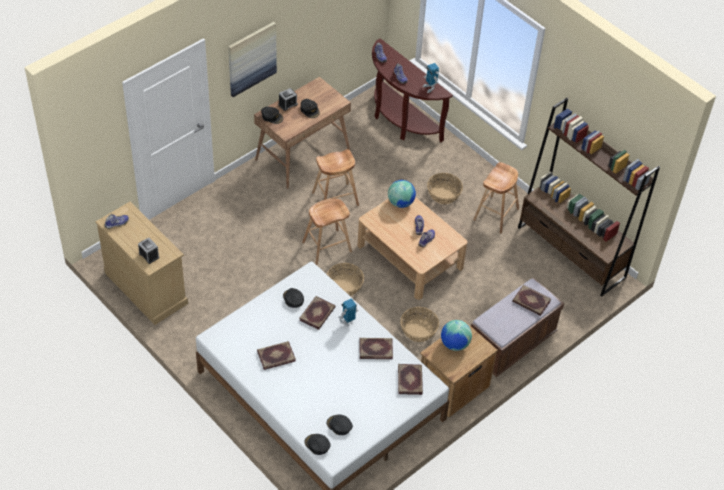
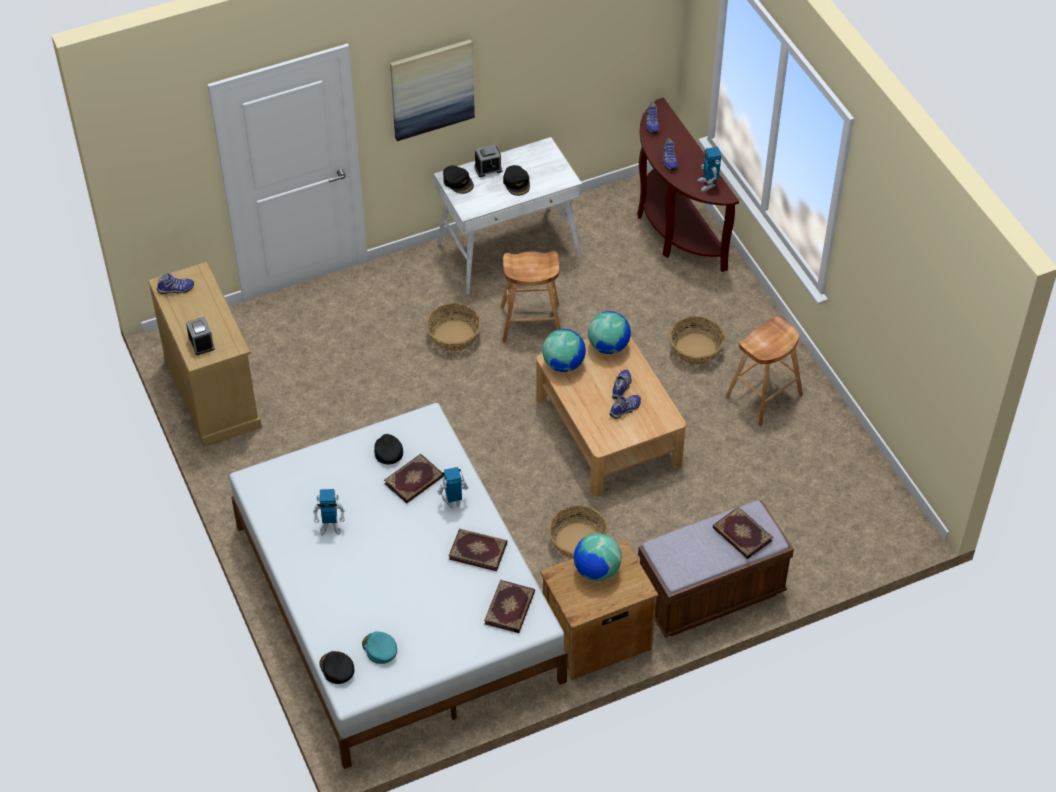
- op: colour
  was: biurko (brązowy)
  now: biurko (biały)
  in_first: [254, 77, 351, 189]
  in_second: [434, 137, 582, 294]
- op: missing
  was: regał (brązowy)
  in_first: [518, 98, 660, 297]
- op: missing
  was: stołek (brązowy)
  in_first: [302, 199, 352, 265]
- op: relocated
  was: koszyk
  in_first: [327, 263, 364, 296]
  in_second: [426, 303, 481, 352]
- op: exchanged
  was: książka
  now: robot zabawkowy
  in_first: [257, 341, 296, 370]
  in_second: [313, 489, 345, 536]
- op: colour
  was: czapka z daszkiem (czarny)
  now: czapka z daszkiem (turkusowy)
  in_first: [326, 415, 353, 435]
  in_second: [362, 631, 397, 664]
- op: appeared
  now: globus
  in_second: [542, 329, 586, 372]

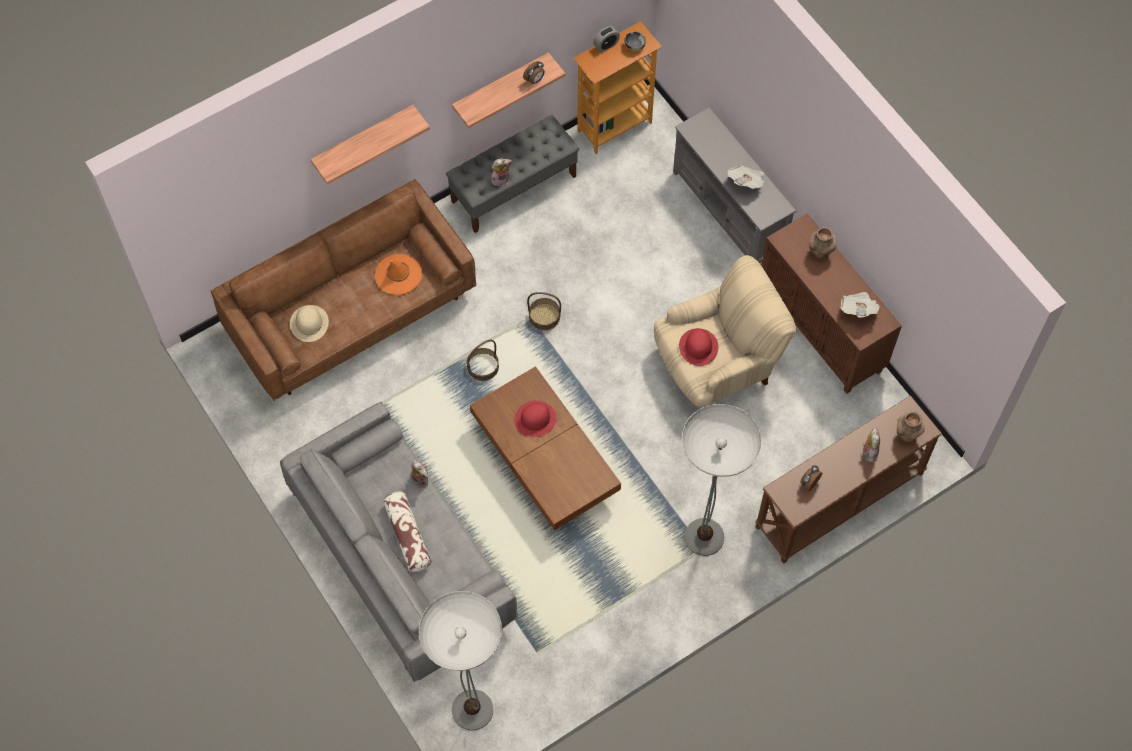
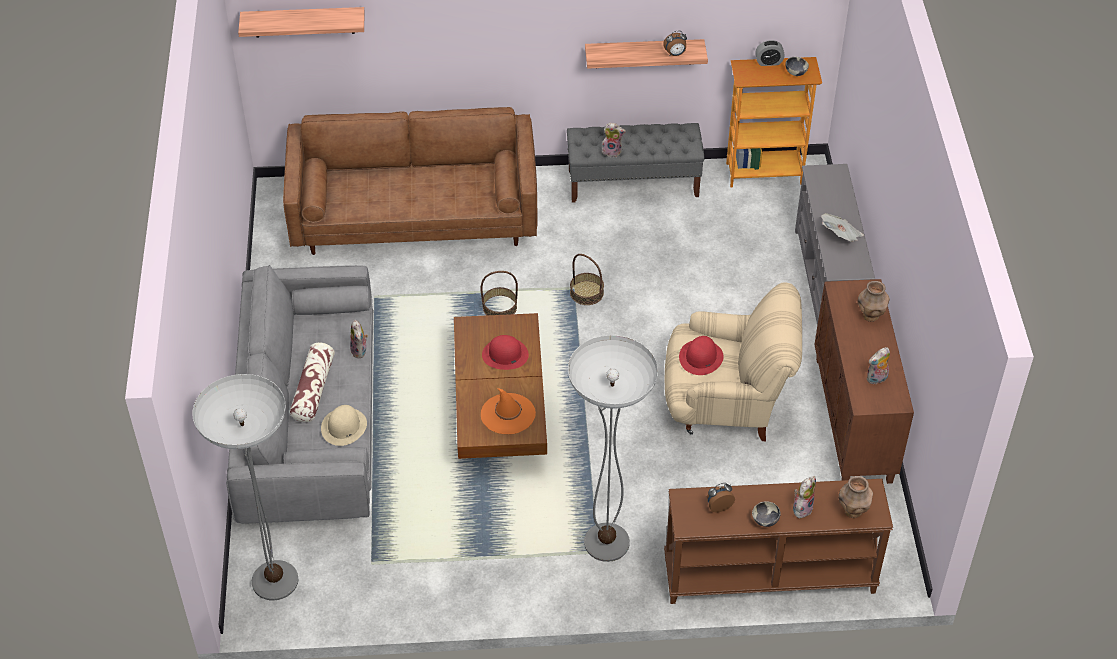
- op: relocated
  was: półka
  in_first: [311, 105, 430, 185]
  in_second: [238, 7, 365, 37]
- op: relocated
  was: kapelusz (pomarańczowy)
  in_first: [375, 254, 422, 295]
  in_second: [481, 388, 536, 434]
- op: exchanged
  was: gazeta
  now: pluszak
  in_first: [840, 292, 880, 318]
  in_second: [867, 347, 890, 384]
- op: relocated
  was: kapelusz (beżowy)
  in_first: [290, 305, 329, 342]
  in_second: [321, 405, 367, 446]
- op: appeared
  now: miska
  in_second: [752, 501, 781, 527]

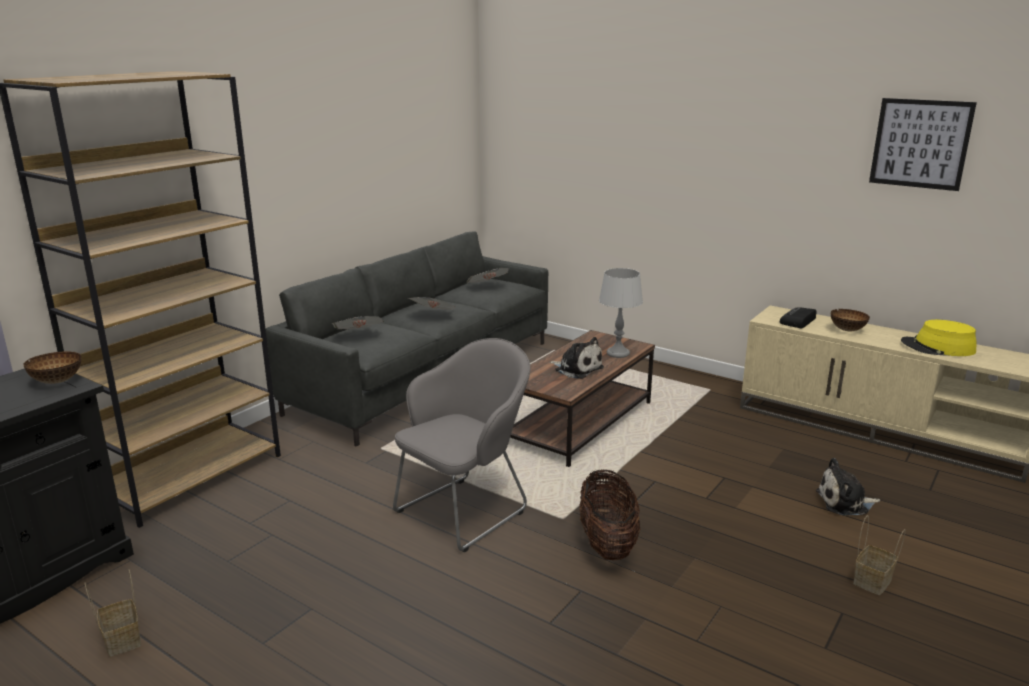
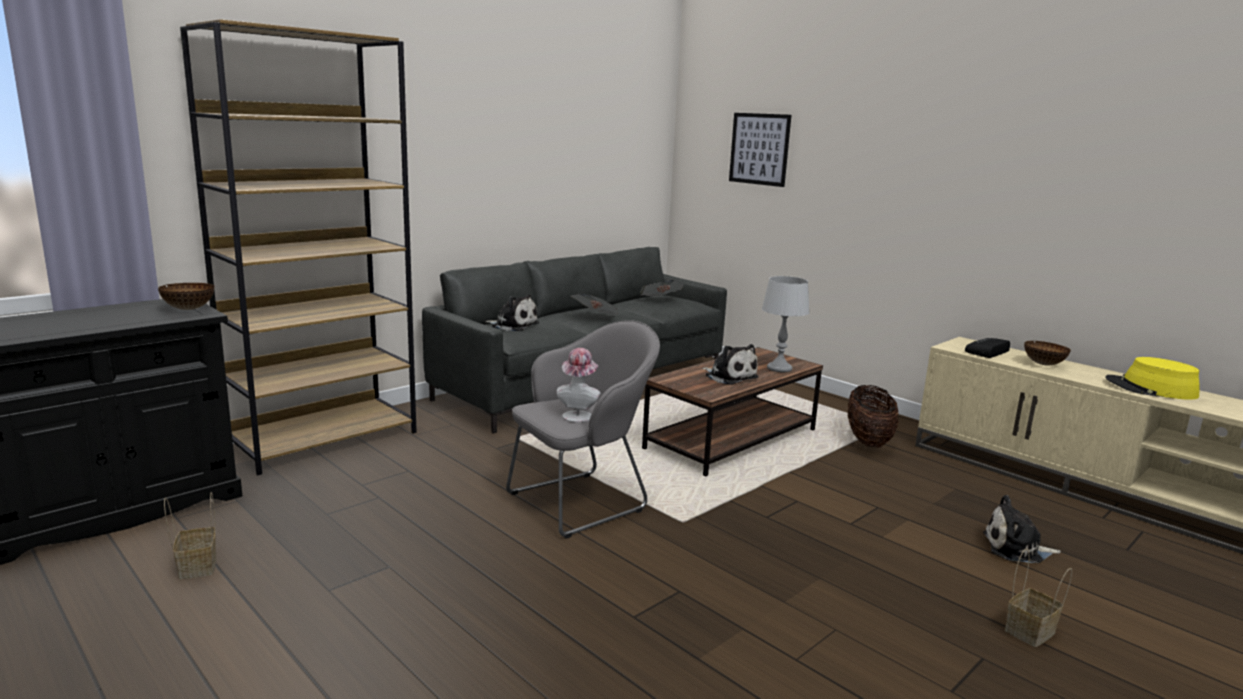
- op: relocated
  was: obraz
  in_first: [869, 98, 977, 191]
  in_second: [729, 113, 791, 187]
- op: exchanged
  was: gazeta
  now: pluszak
  in_first: [332, 316, 384, 329]
  in_second: [485, 294, 539, 331]
- op: relocated
  was: koszyk
  in_first: [580, 469, 640, 560]
  in_second: [848, 385, 899, 448]
- op: appeared
  now: kapelusz
  in_second: [556, 348, 601, 423]

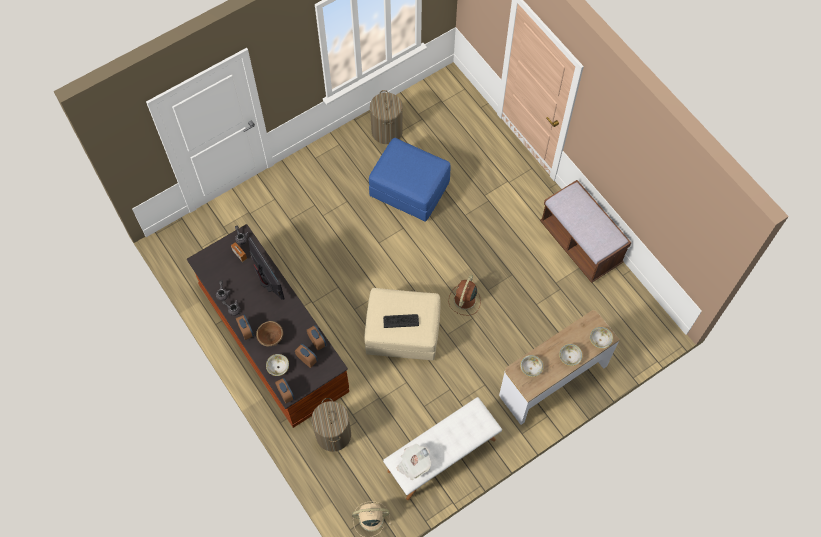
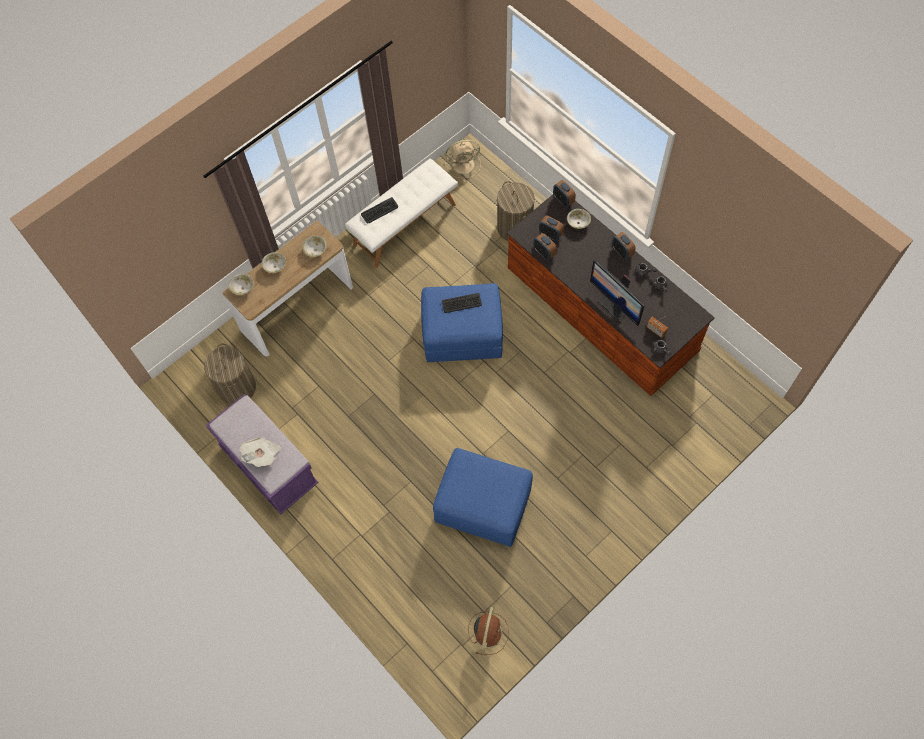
- op: relocated
  was: kosz na pranie
  in_first: [370, 90, 403, 144]
  in_second: [204, 344, 256, 405]
- op: colour
  was: ławka (brązowy)
  now: ławka (fioletowy)
  in_first: [540, 180, 631, 283]
  in_second: [206, 394, 319, 515]
- op: relocated
  was: wentylator (brązowy)
  in_first: [449, 274, 481, 315]
  in_second: [468, 607, 509, 655]
- op: colour
  was: pufa (beżowy)
  now: pufa (niebieski)
  in_first: [364, 288, 440, 361]
  in_second: [421, 283, 503, 362]
- op: missing
  was: miska (brązowy)
  in_first: [256, 321, 283, 346]
- op: relocated
  was: gazeta
  in_first: [397, 444, 431, 480]
  in_second: [240, 437, 281, 467]
- op: appeared
  now: klawiatura
  in_second: [361, 197, 398, 223]

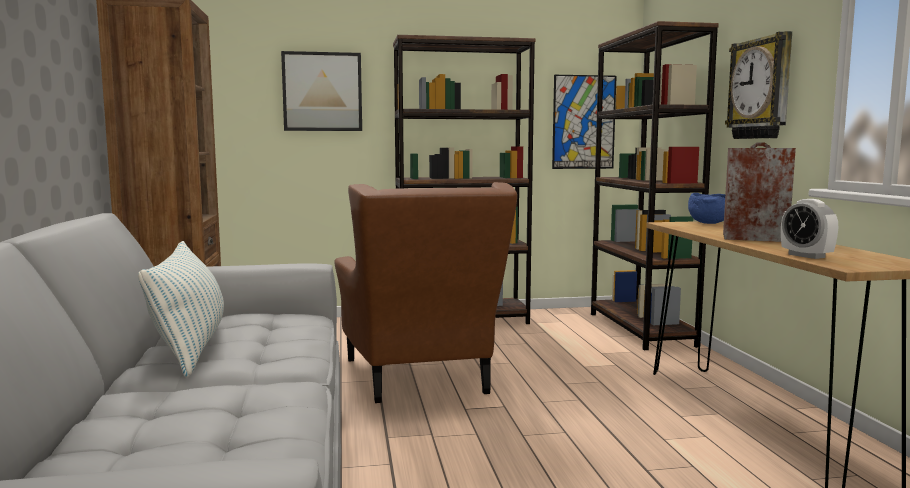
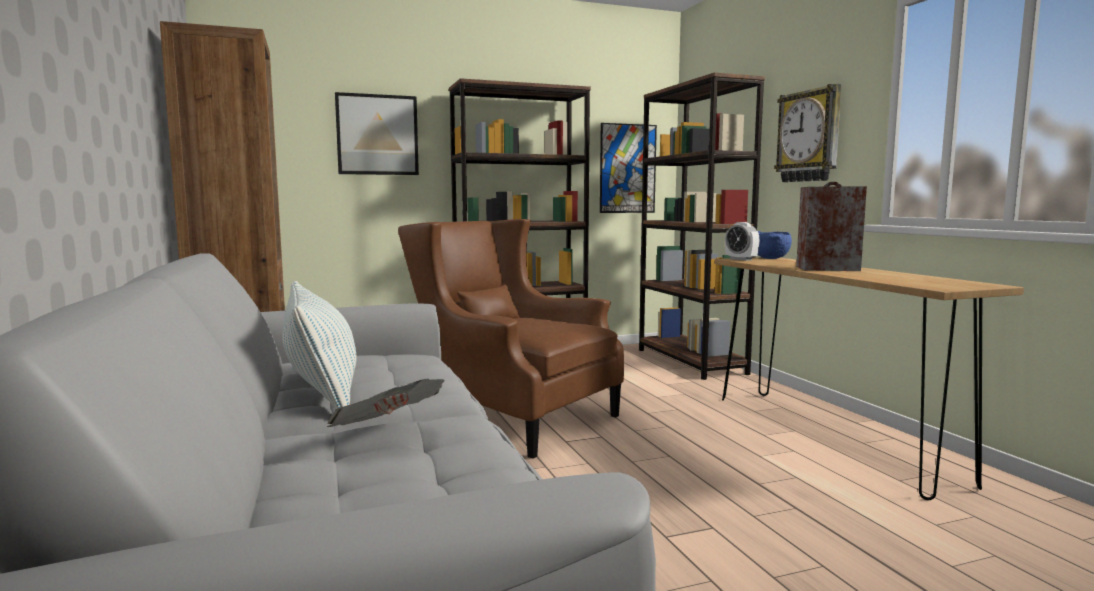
- op: spun
  was: fotel (brązowy)
  in_first: [334, 182, 517, 403]
  in_second: [398, 219, 624, 459]
  clockwise: 150
- op: relocated
  was: budzik
  in_first: [781, 199, 838, 259]
  in_second: [725, 222, 759, 261]
- op: appeared
  now: gazeta
  in_second: [327, 379, 445, 427]

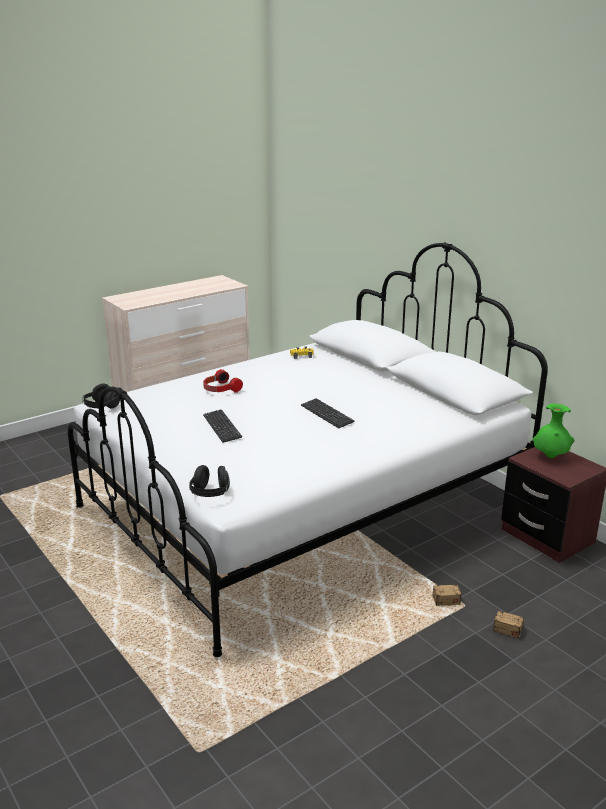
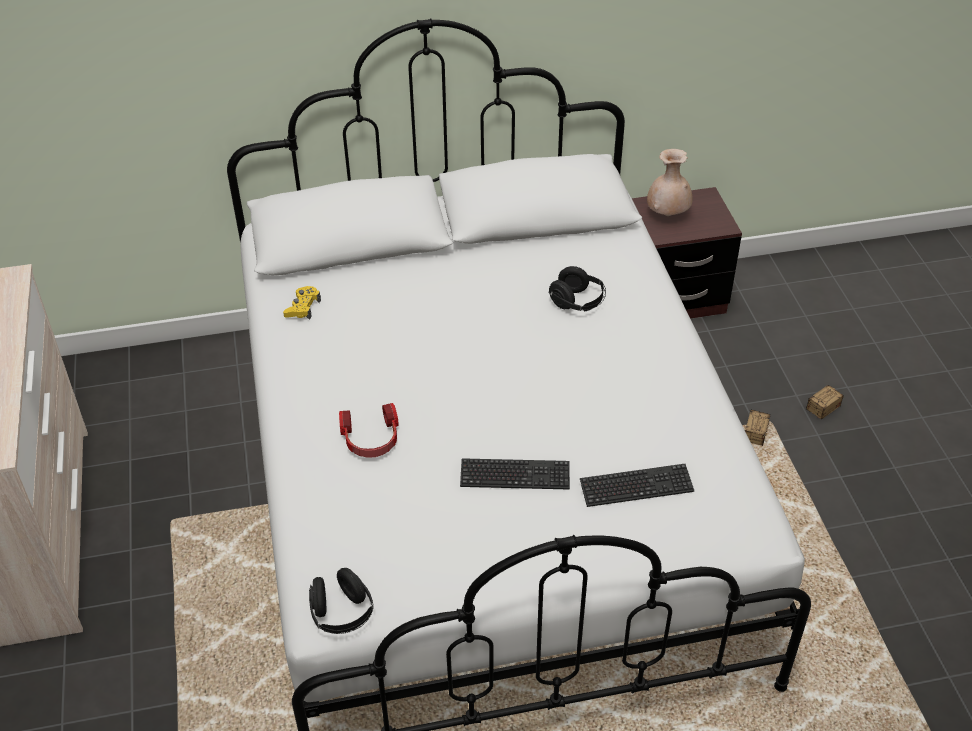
- op: relocated
  was: klawiatura
  in_first: [301, 398, 355, 428]
  in_second: [580, 464, 694, 507]
- op: colour
  was: wazon (zielony)
  now: wazon (beżowy)
  in_first: [533, 404, 575, 458]
  in_second: [647, 149, 693, 216]
- op: relocated
  was: słuchawki (czarny)
  in_first: [189, 465, 230, 497]
  in_second: [548, 266, 606, 311]

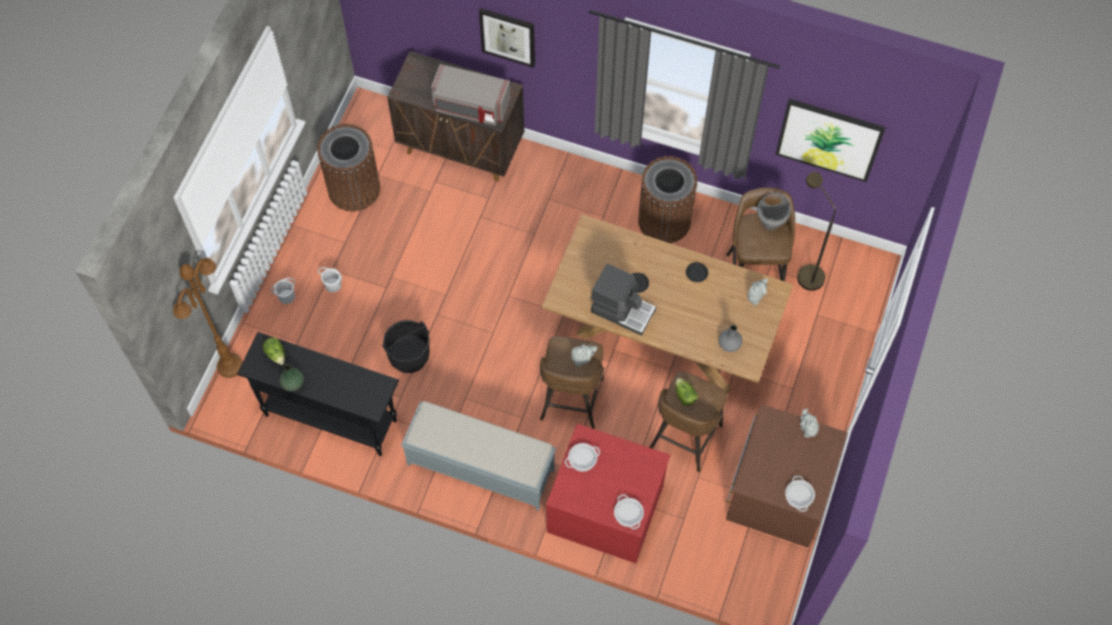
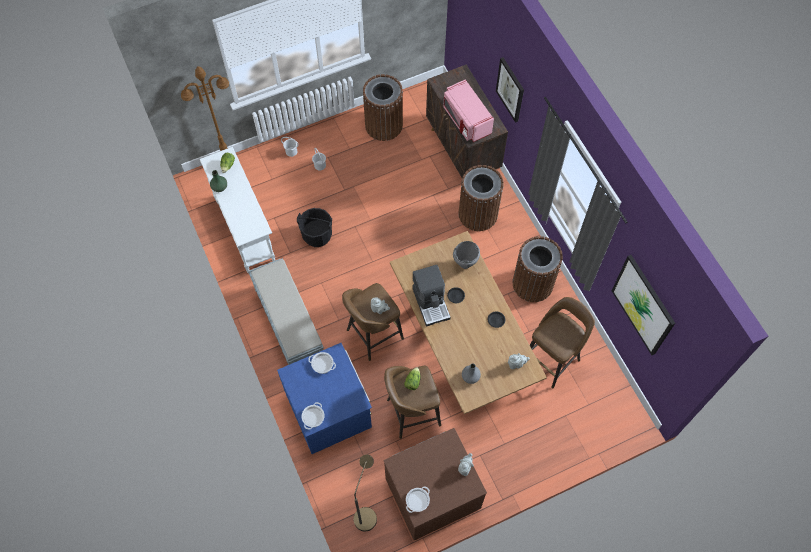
- op: colour
  was: mikrofalówka (szary)
  now: mikrofalówka (różowy)
  in_first: [431, 64, 511, 126]
  in_second: [443, 79, 494, 142]
- op: relocated
  was: lampa stojąca (brązowy)
  in_first: [797, 172, 836, 291]
  in_second: [353, 455, 377, 531]
- op: relocated
  was: garnek (szary)
  in_first: [757, 193, 791, 230]
  in_second: [453, 241, 480, 269]
- op: colour
  was: stolik konsolowy (czarny)
  now: stolik konsolowy (biały)
  in_first: [237, 332, 399, 456]
  in_second: [200, 147, 275, 274]
- op: colour
  was: komoda (czerwony)
  now: komoda (niebieski)
  in_first: [546, 423, 670, 563]
  in_second: [277, 343, 372, 454]
- op: appeared
  now: kosz na śmieci (brązowy)
  in_second: [459, 165, 504, 231]

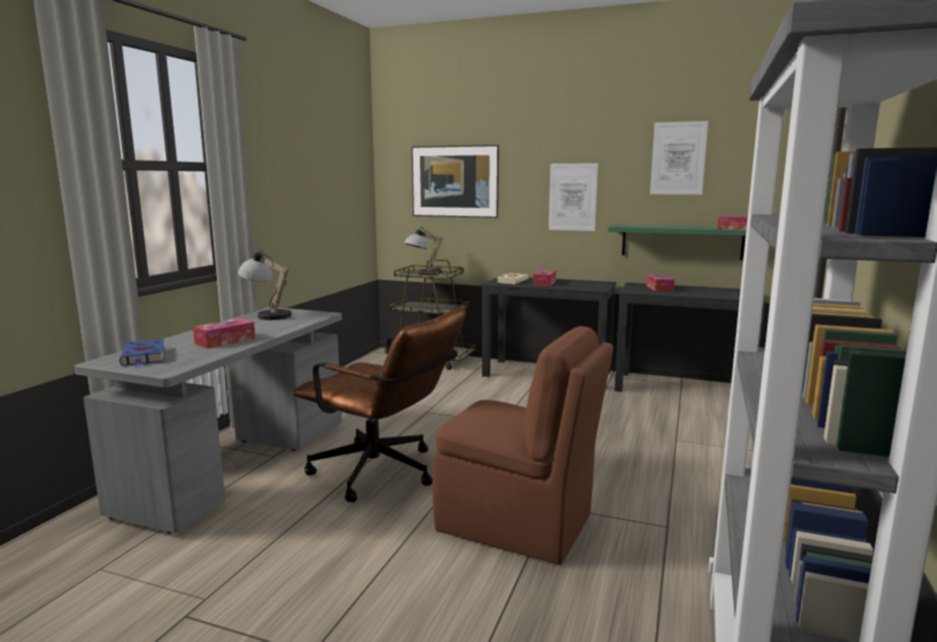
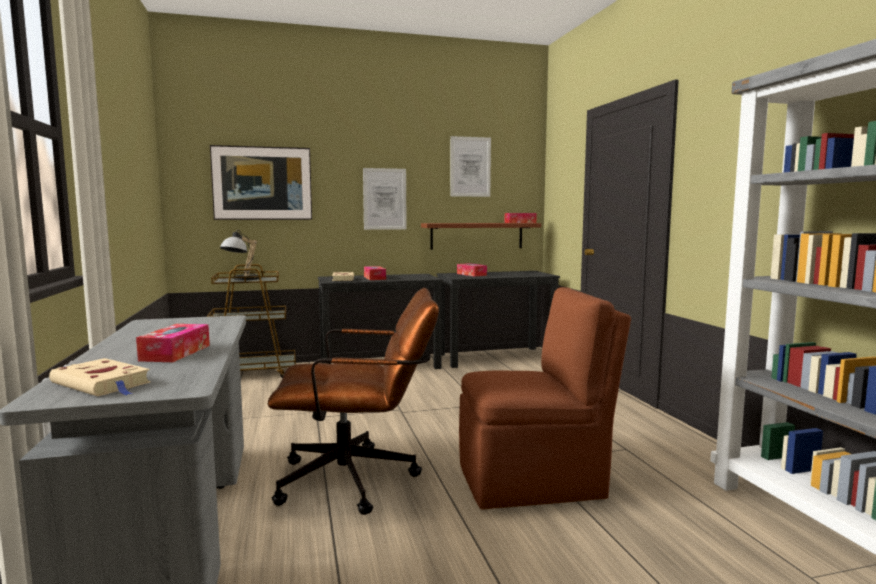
- op: colour
  was: półka (zielony)
  now: półka (brązowy)
  in_first: [608, 225, 746, 260]
  in_second: [421, 223, 541, 250]
- op: missing
  was: lampa stołowa
  in_first: [238, 250, 296, 320]
- op: colour
  was: książka (niebieski)
  now: książka (beżowy)
  in_first: [119, 339, 165, 368]
  in_second: [49, 358, 151, 396]

